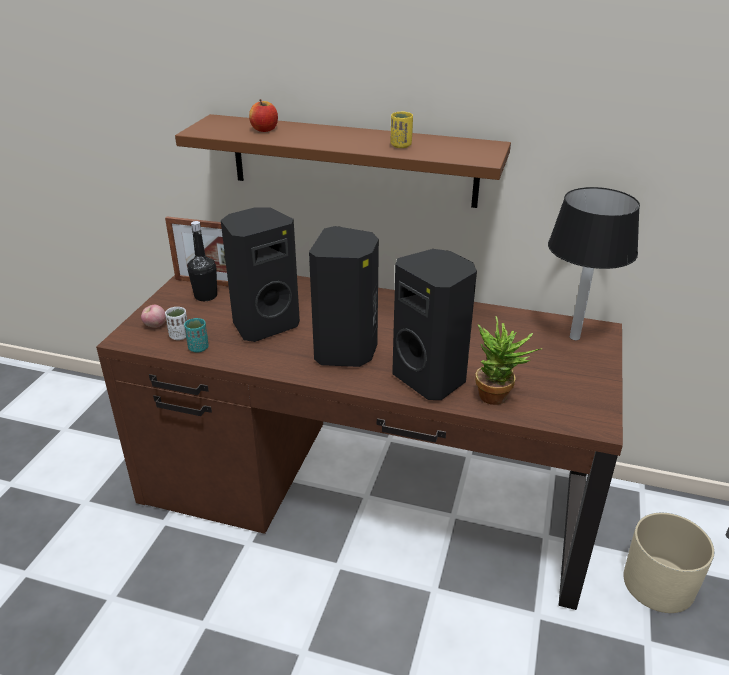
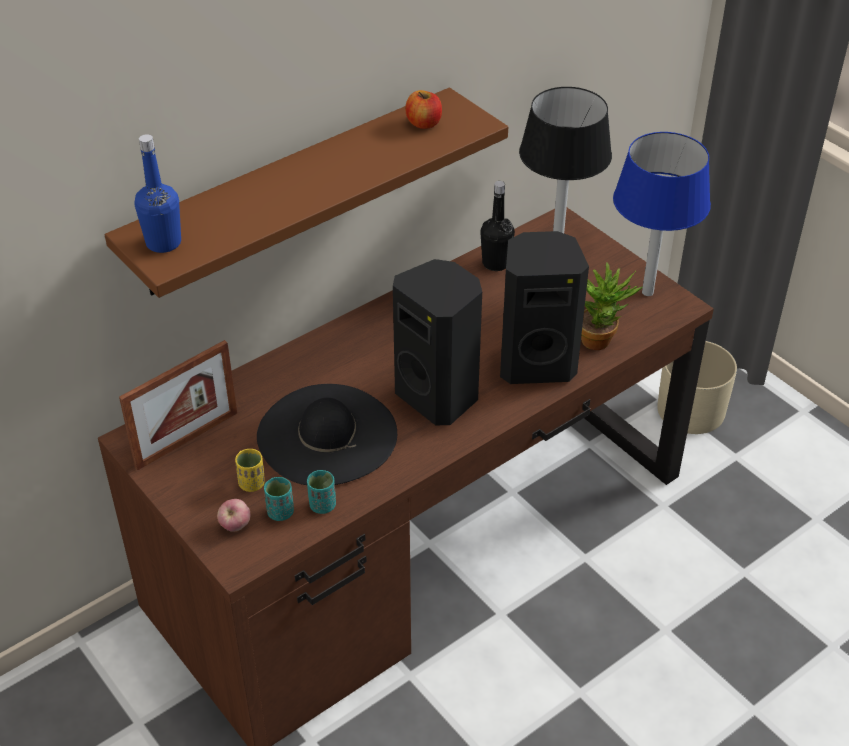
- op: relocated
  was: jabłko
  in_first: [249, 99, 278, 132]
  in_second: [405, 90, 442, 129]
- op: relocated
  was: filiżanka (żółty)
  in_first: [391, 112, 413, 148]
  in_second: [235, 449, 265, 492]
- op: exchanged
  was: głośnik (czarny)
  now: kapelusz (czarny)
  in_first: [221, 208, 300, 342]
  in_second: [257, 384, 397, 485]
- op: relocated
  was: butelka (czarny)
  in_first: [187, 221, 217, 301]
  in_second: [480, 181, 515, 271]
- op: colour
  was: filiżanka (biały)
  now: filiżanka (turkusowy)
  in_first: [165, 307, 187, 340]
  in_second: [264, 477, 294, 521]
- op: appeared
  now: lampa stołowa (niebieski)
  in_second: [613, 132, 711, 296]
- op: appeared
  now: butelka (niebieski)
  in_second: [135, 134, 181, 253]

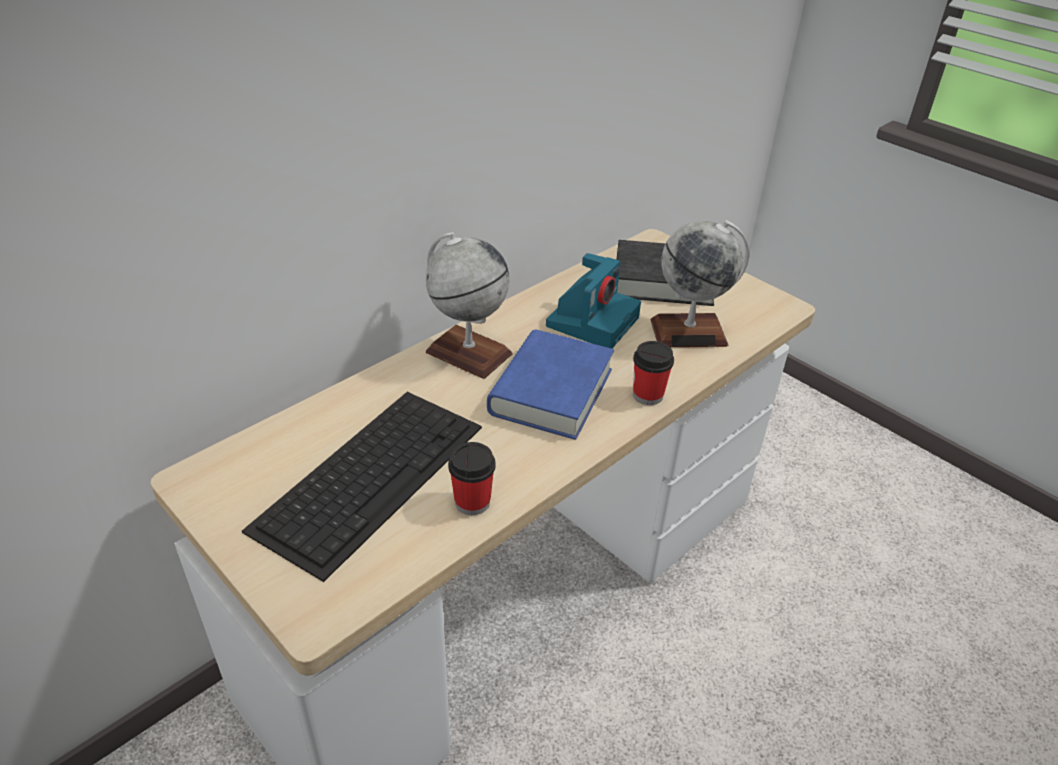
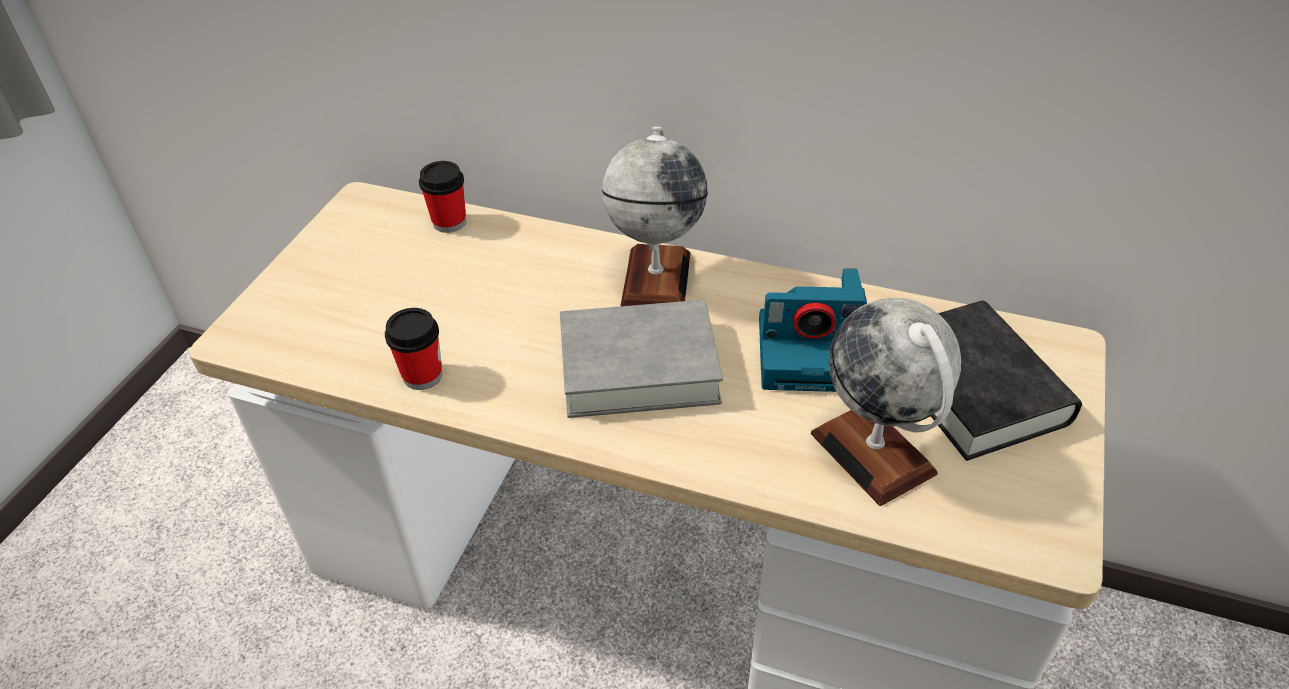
- op: colour
  was: książka (niebieski)
  now: książka (szary)
  in_first: [487, 330, 614, 440]
  in_second: [560, 300, 723, 418]
- op: relocated
  was: filiżanka
  in_first: [633, 341, 674, 405]
  in_second: [419, 161, 466, 233]
- op: missing
  was: klawiatura
  in_first: [242, 392, 482, 582]

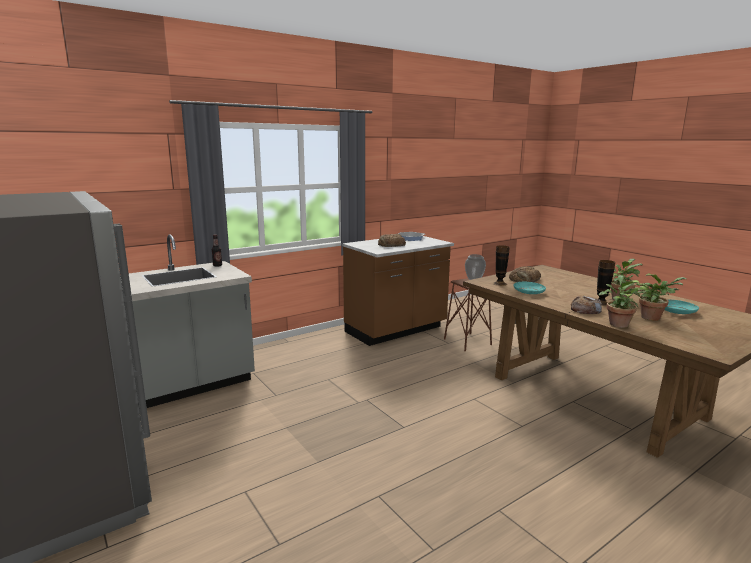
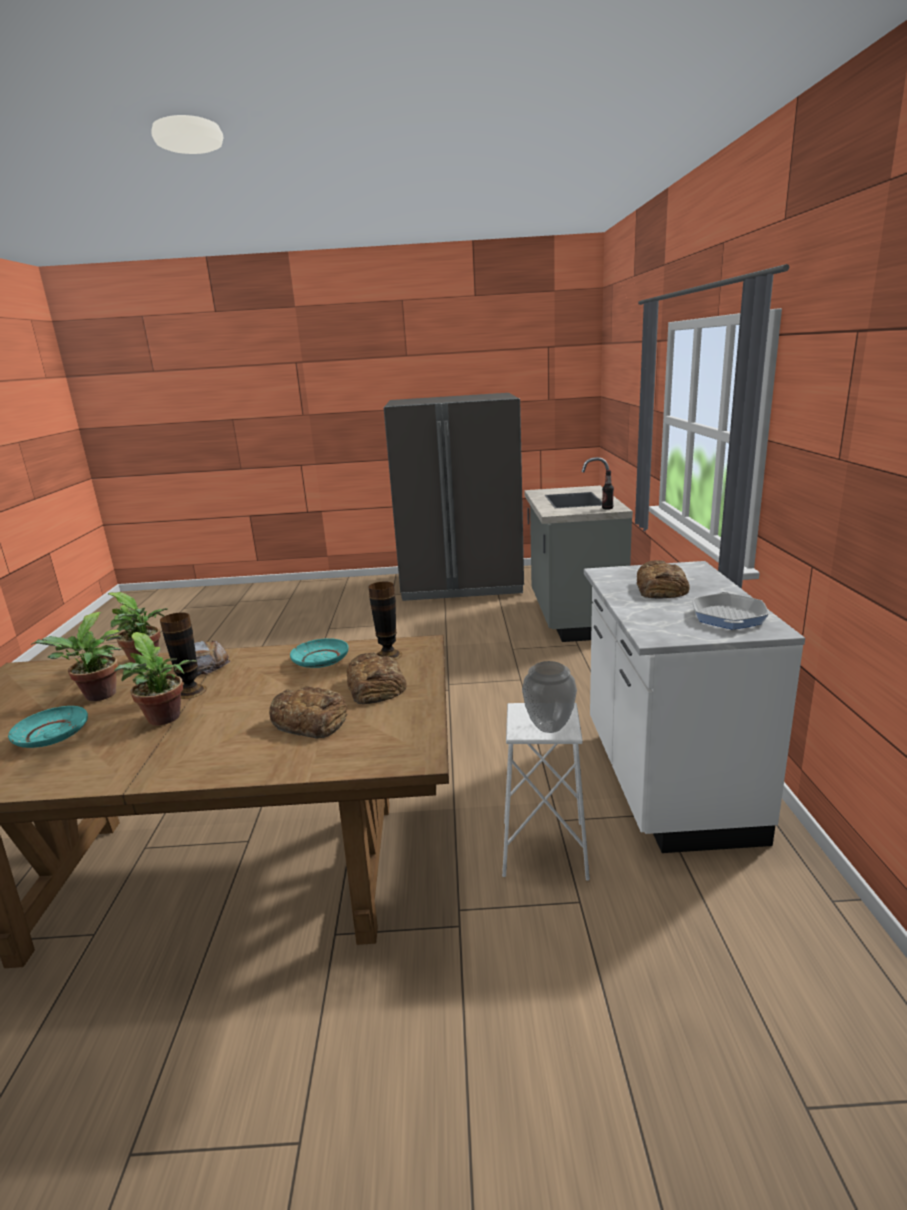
- op: colour
  was: zabudowa kuchenna (brązowy)
  now: zabudowa kuchenna (biały)
  in_first: [342, 236, 454, 346]
  in_second: [584, 561, 805, 853]
- op: colour
  was: stołek (brązowy)
  now: stołek (biały)
  in_first: [444, 278, 492, 351]
  in_second: [502, 703, 590, 881]
- op: appeared
  now: chleb
  in_second: [269, 686, 348, 739]

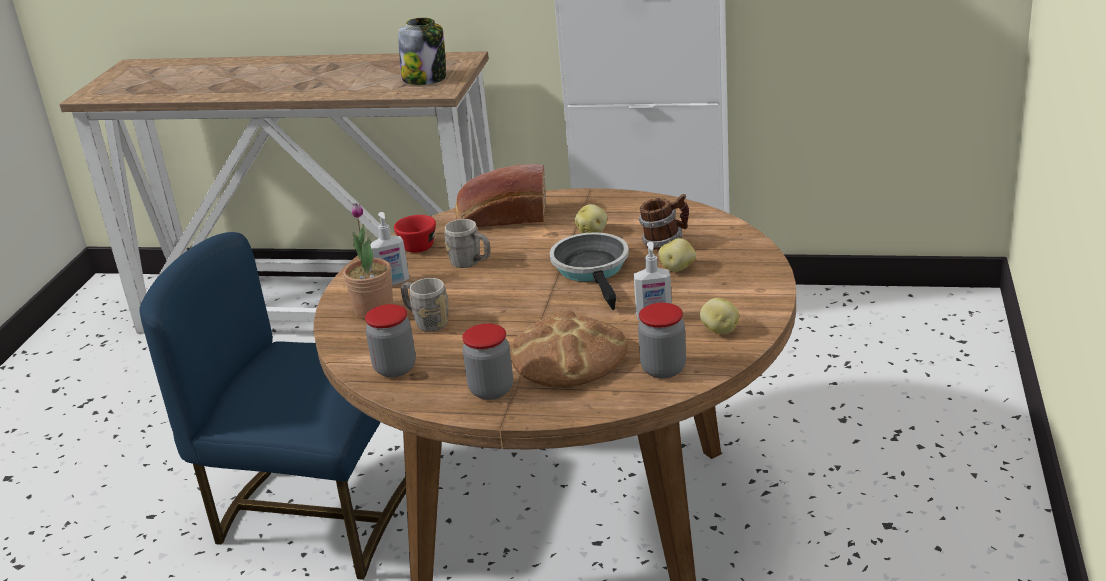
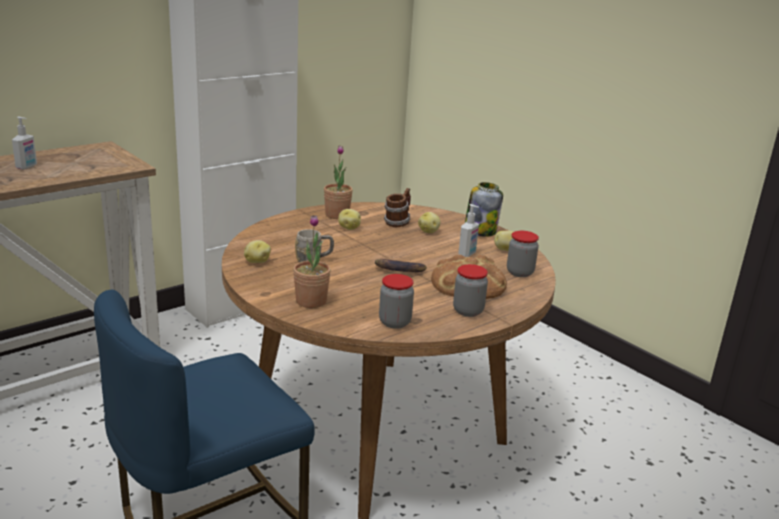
- op: relocated
  was: słoik
  in_first: [398, 18, 446, 85]
  in_second: [465, 182, 503, 237]
- op: missing
  was: chleb
  in_first: [455, 164, 546, 227]
- op: relocated
  was: dozownik mydła
  in_first: [371, 212, 409, 286]
  in_second: [12, 117, 37, 170]
- op: exchanged
  was: filiżanka (czerwony)
  now: ziemniak
  in_first: [394, 215, 436, 253]
  in_second: [244, 240, 271, 263]
- op: missing
  was: patelnia
  in_first: [550, 232, 629, 310]
- op: missing
  was: kubek (szary)
  in_first: [401, 278, 449, 332]
- op: appeared
  now: roślina doniczkowa
  in_second: [324, 145, 353, 219]
- op: appeared
  now: banan
  in_second: [375, 259, 427, 272]

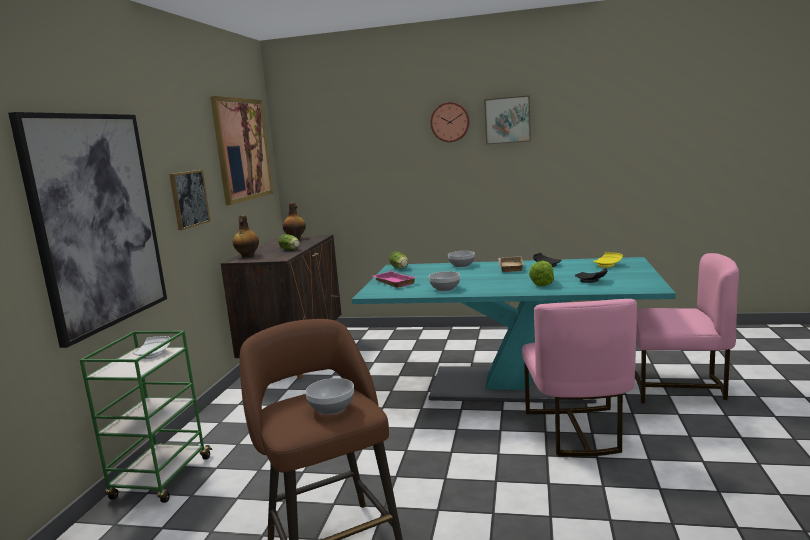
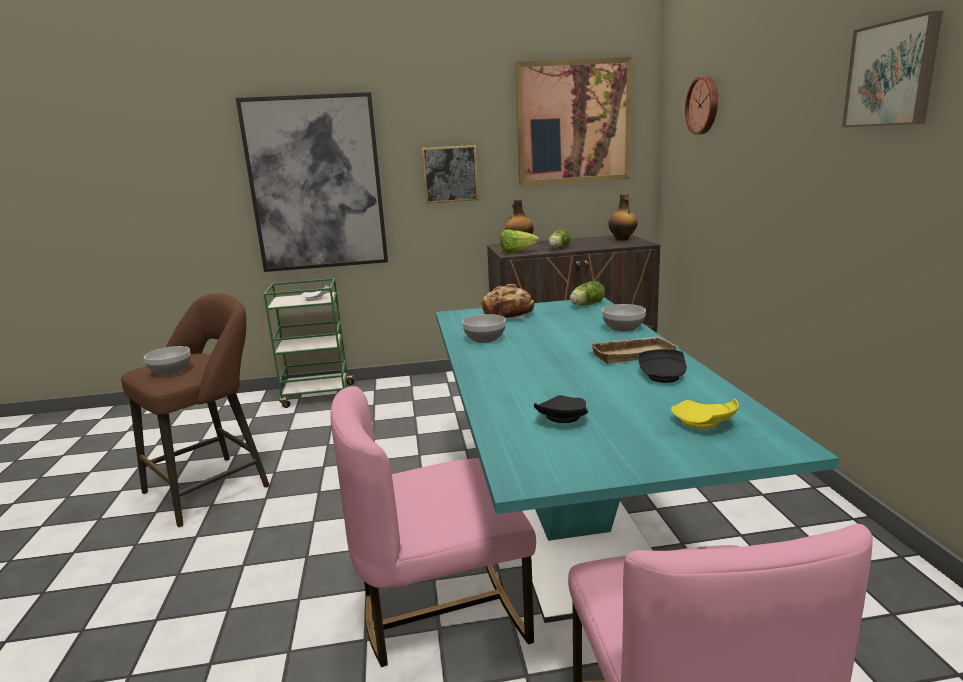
- op: relocated
  was: zegar ścienny
  in_first: [430, 102, 470, 142]
  in_second: [685, 76, 718, 135]
- op: relocated
  was: sałata
  in_first: [529, 261, 554, 286]
  in_second: [500, 229, 539, 253]
- op: exchanged
  was: taca (różowy)
  now: chleb
  in_first: [373, 271, 415, 288]
  in_second: [481, 284, 535, 318]

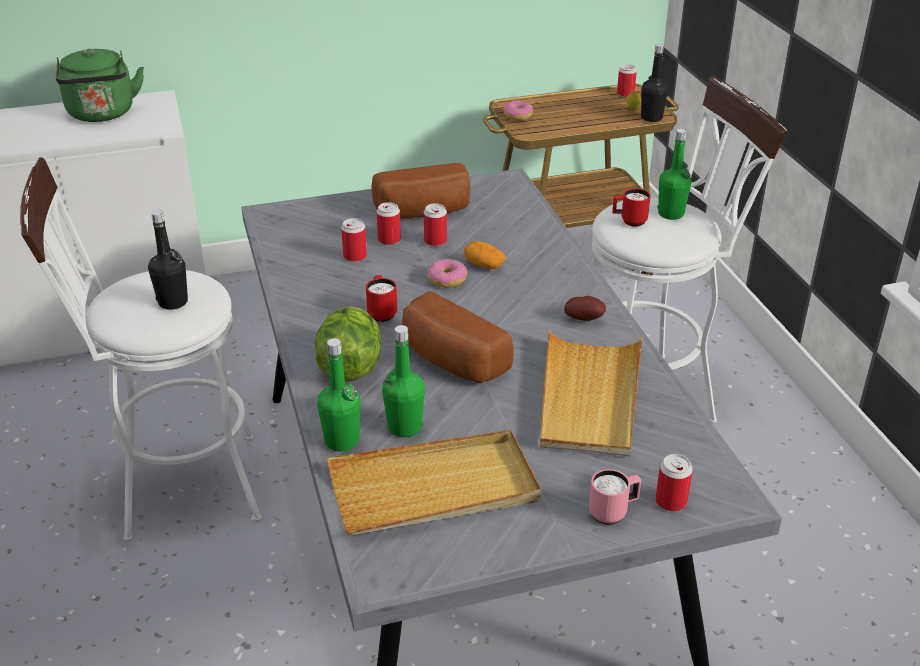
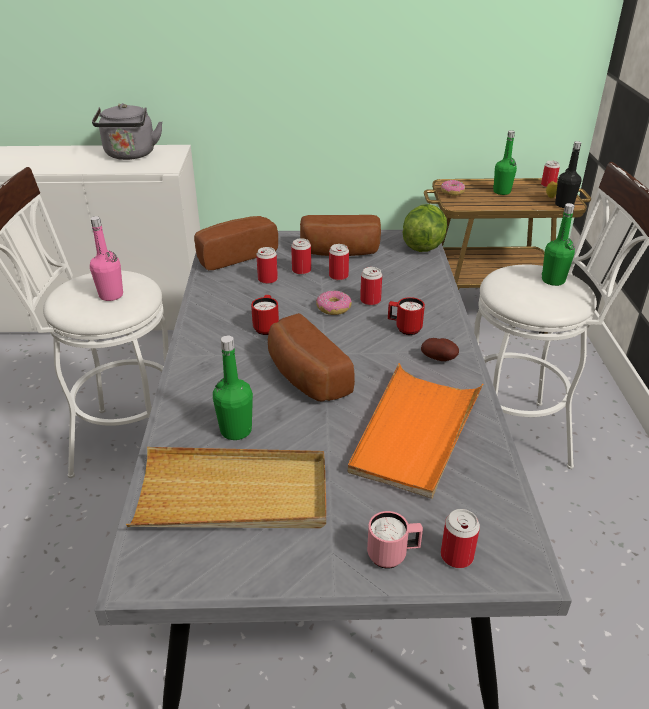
- op: colour
  was: czajnik (zielony)
  now: czajnik (szary)
  in_first: [56, 49, 144, 122]
  in_second: [92, 103, 163, 160]
- op: relocated
  was: kubek (czerwony)
  in_first: [612, 189, 651, 227]
  in_second: [388, 297, 425, 335]
- op: colour
  was: butelka (czarny)
  now: butelka (różowy)
  in_first: [148, 210, 188, 310]
  in_second: [90, 216, 123, 301]
- op: exchanged
  was: ziemniak
  now: puszka
  in_first: [464, 241, 506, 269]
  in_second: [360, 267, 382, 305]
- op: relocated
  was: sałata
  in_first: [315, 307, 381, 382]
  in_second: [403, 204, 447, 252]
- op: colour
  was: taca (beżowy)
  now: taca (pomarańczowy)
  in_first: [540, 329, 642, 456]
  in_second: [348, 363, 483, 499]
- op: relocated
  was: butelka (zielony)
  in_first: [317, 338, 361, 452]
  in_second: [493, 130, 517, 195]
- op: appeared
  now: chleb
  in_second: [194, 216, 278, 270]

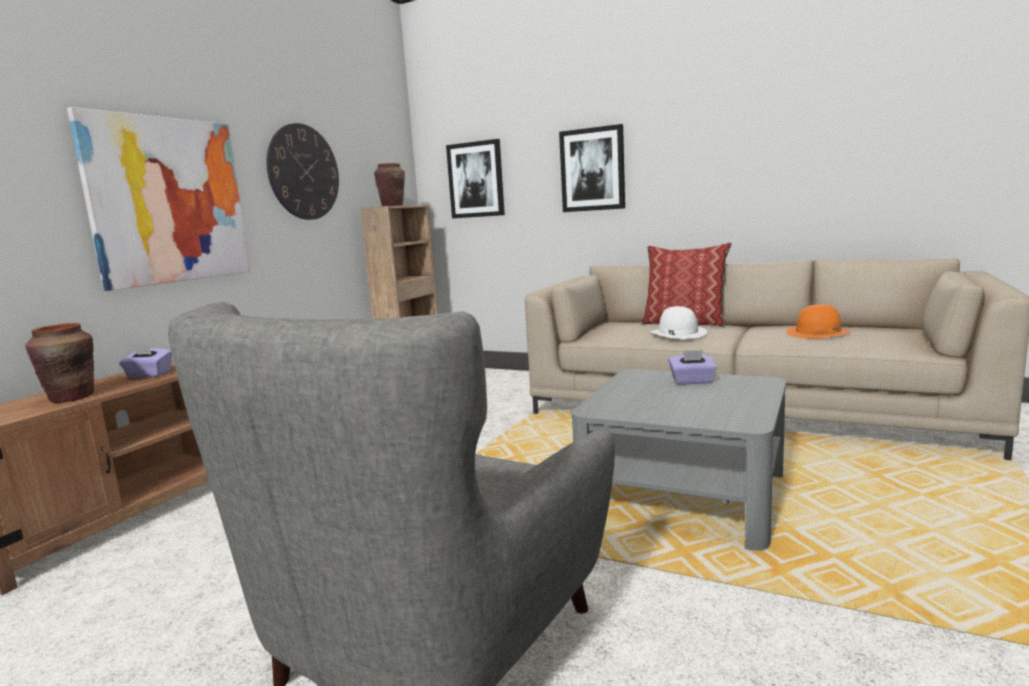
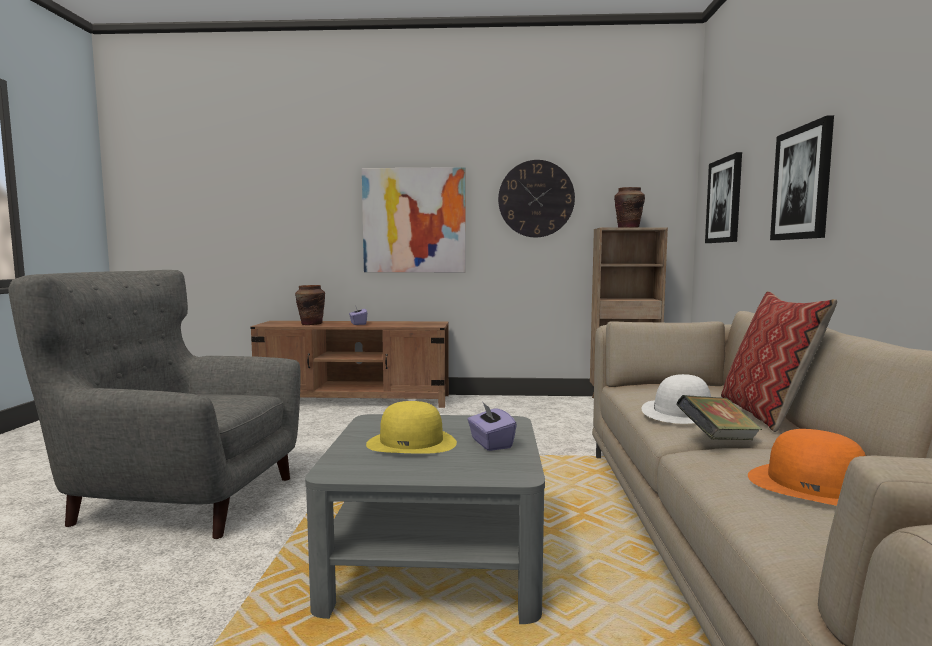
- op: appeared
  now: książka
  in_second: [677, 395, 762, 440]
- op: appeared
  now: kapelusz (żółty)
  in_second: [366, 401, 457, 454]

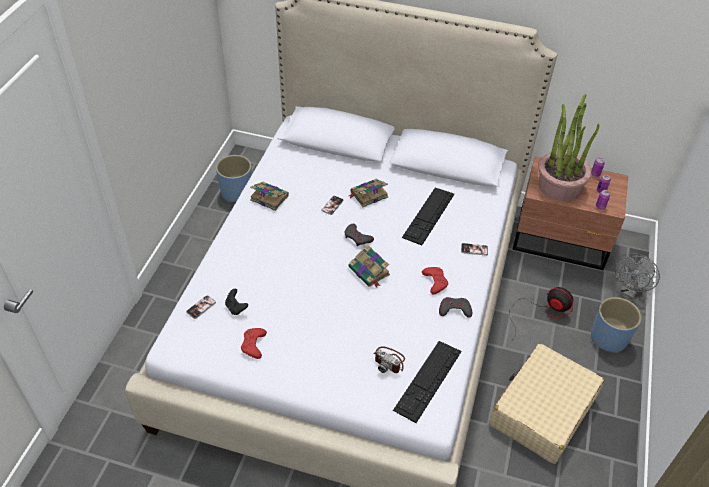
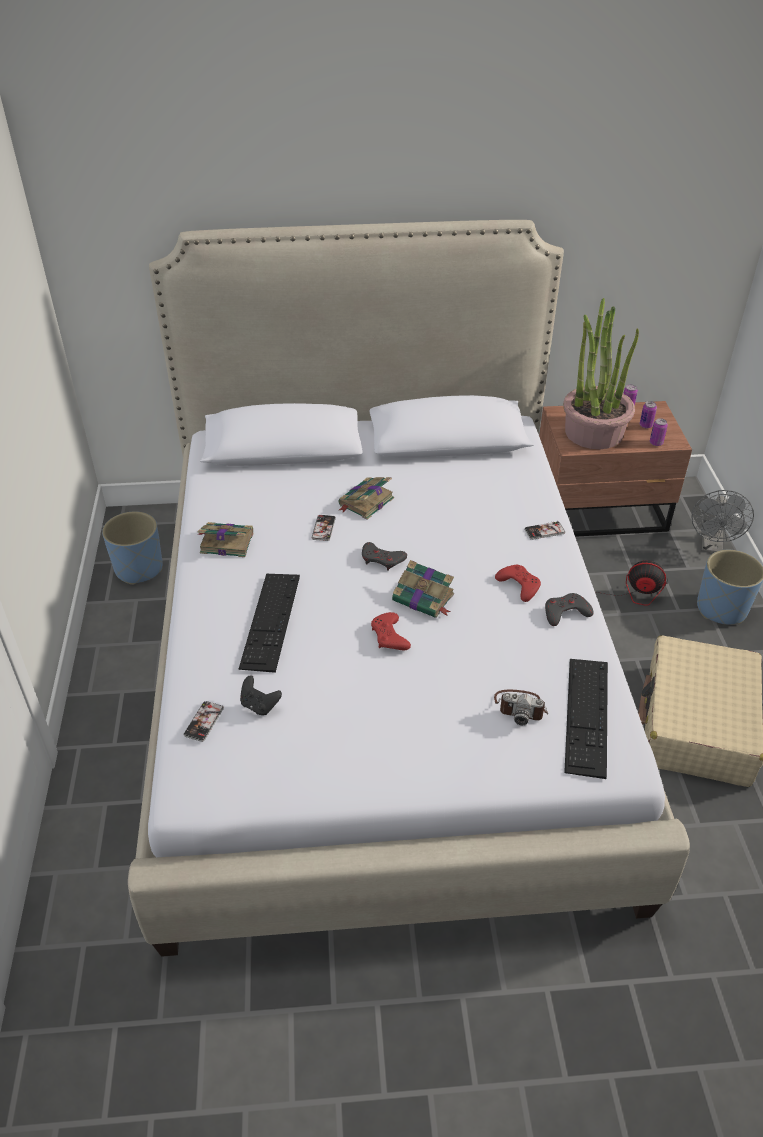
- op: relocated
  was: klawiatura
  in_first: [402, 188, 454, 246]
  in_second: [239, 574, 300, 673]
- op: relocated
  was: pad do gier (czerwony)
  in_first: [241, 328, 267, 359]
  in_second: [371, 612, 411, 650]

